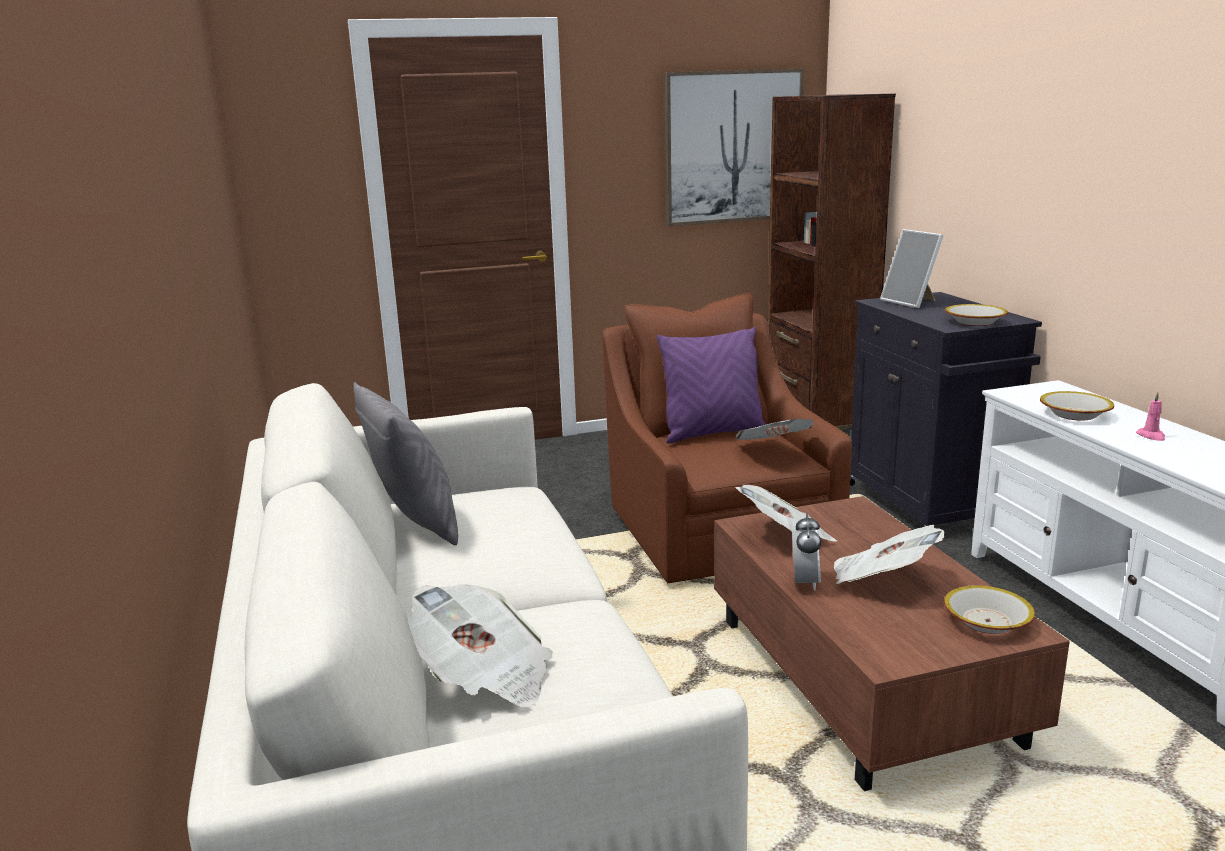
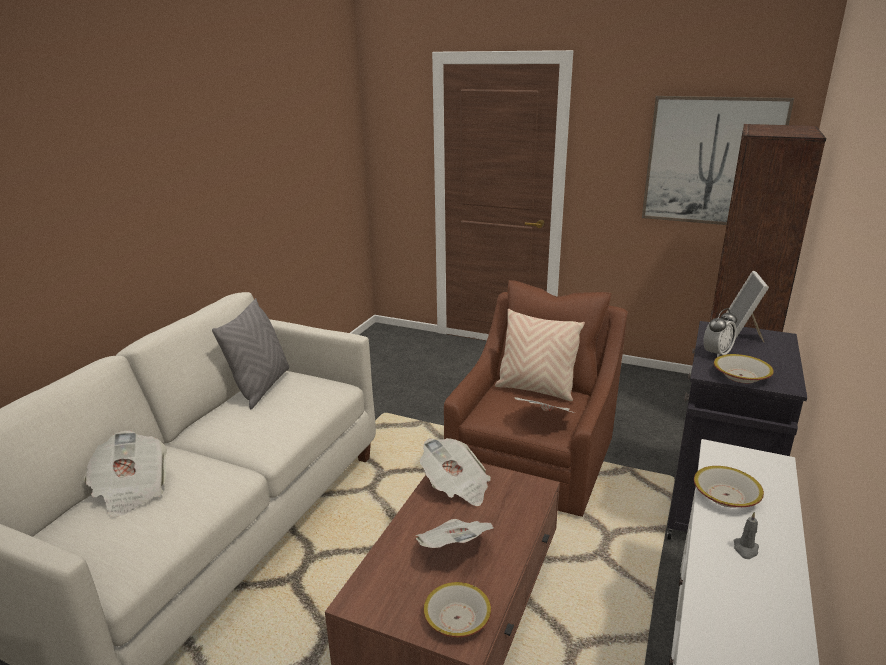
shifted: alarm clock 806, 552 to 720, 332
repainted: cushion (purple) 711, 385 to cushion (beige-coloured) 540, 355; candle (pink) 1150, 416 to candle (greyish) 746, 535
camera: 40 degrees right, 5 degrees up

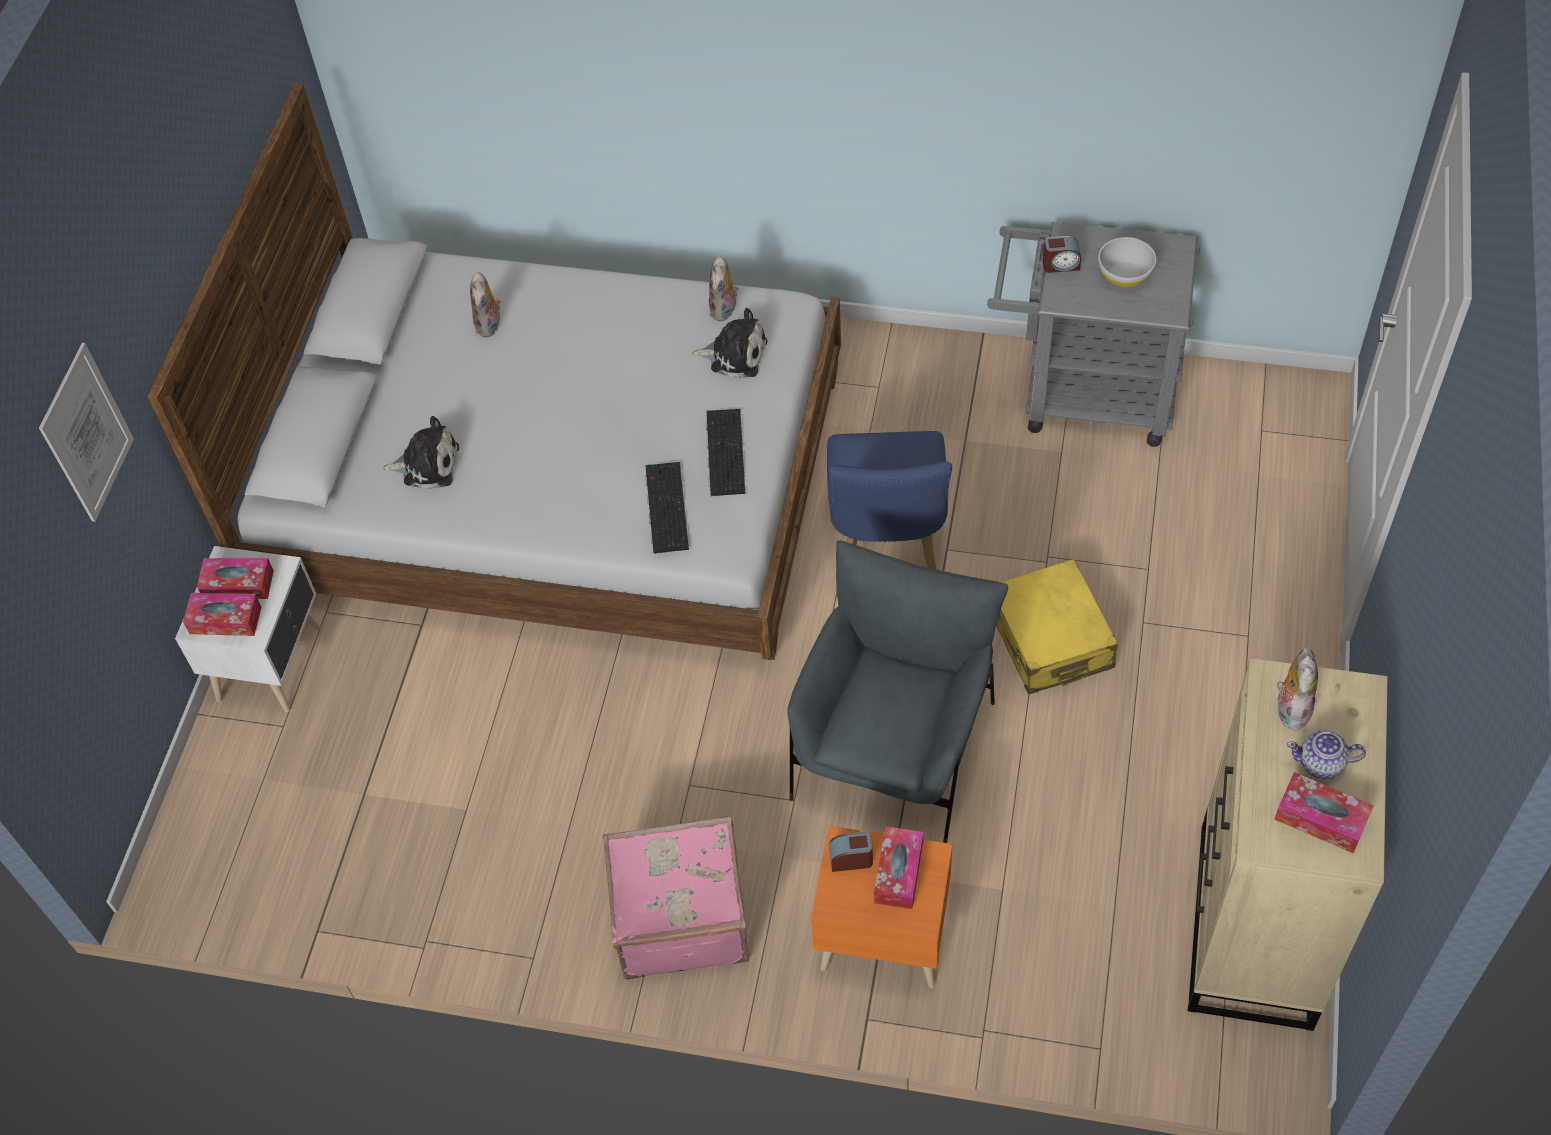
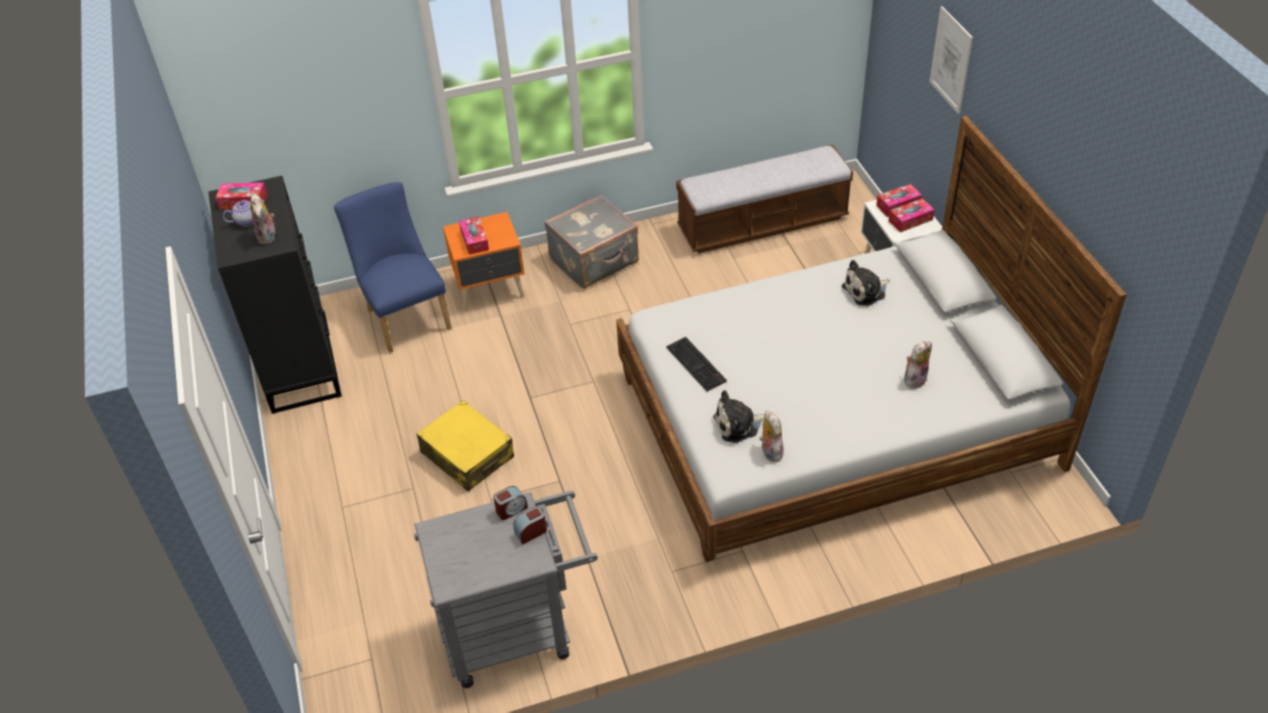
gone: computer keyboard 667, 508; armchair (greyish) 897, 691; serving bowl (whitish) 1127, 262
new: bench 764, 199
shifted: upright chair (bluish) 889, 500 to 393, 267; alarm clock 851, 852 to 510, 503
repainted: dresser (beige-coloured) 1288, 844 to dresser (black-coloured) 275, 295; travel case (pink) 676, 898 to travel case (greyish) 591, 241
rotated: cuddly toy 485, 304 = 918, 365 75 degrees clockwise
camera: 150 degrees right, 10 degrees down

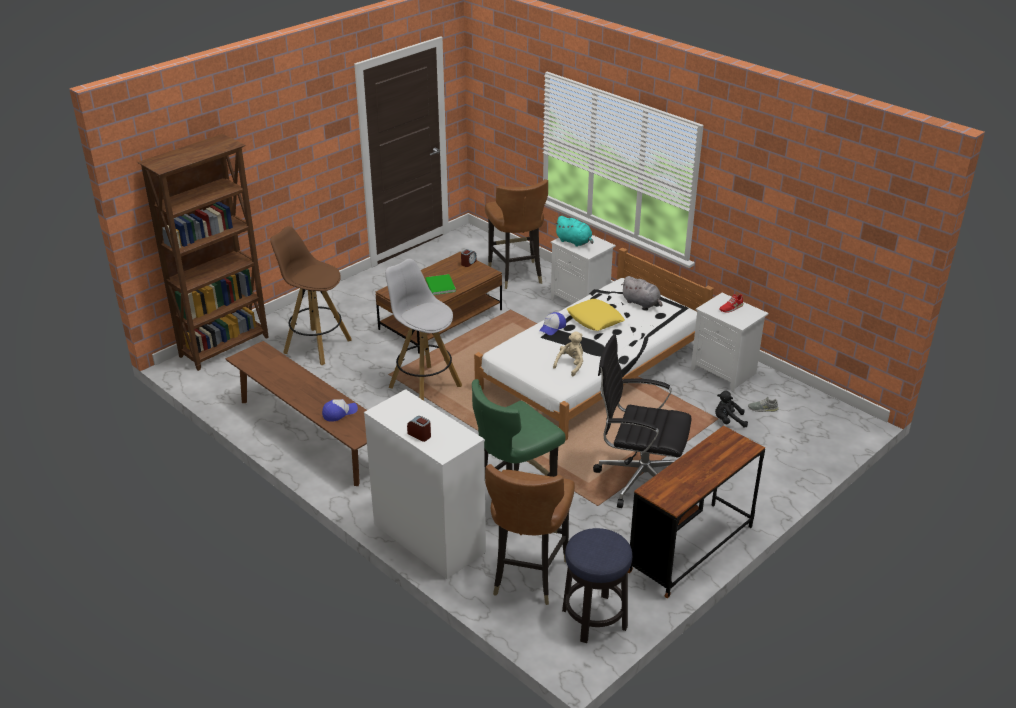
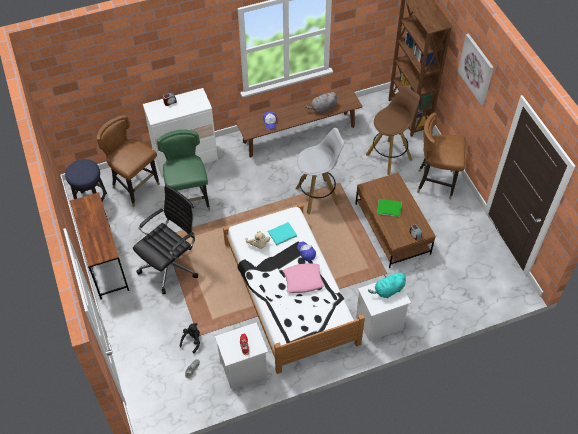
new: book (turquoise) 282, 233; wall picture 476, 69
shifted: cuddly toy (greyish) 642, 292 to 321, 103; upright chair (brown-coloured) 516, 234 to 441, 156
repainted: cushion (yellow-coloured) 596, 315 to cushion (pink) 304, 278
camera: 115 degrees right, 20 degrees up

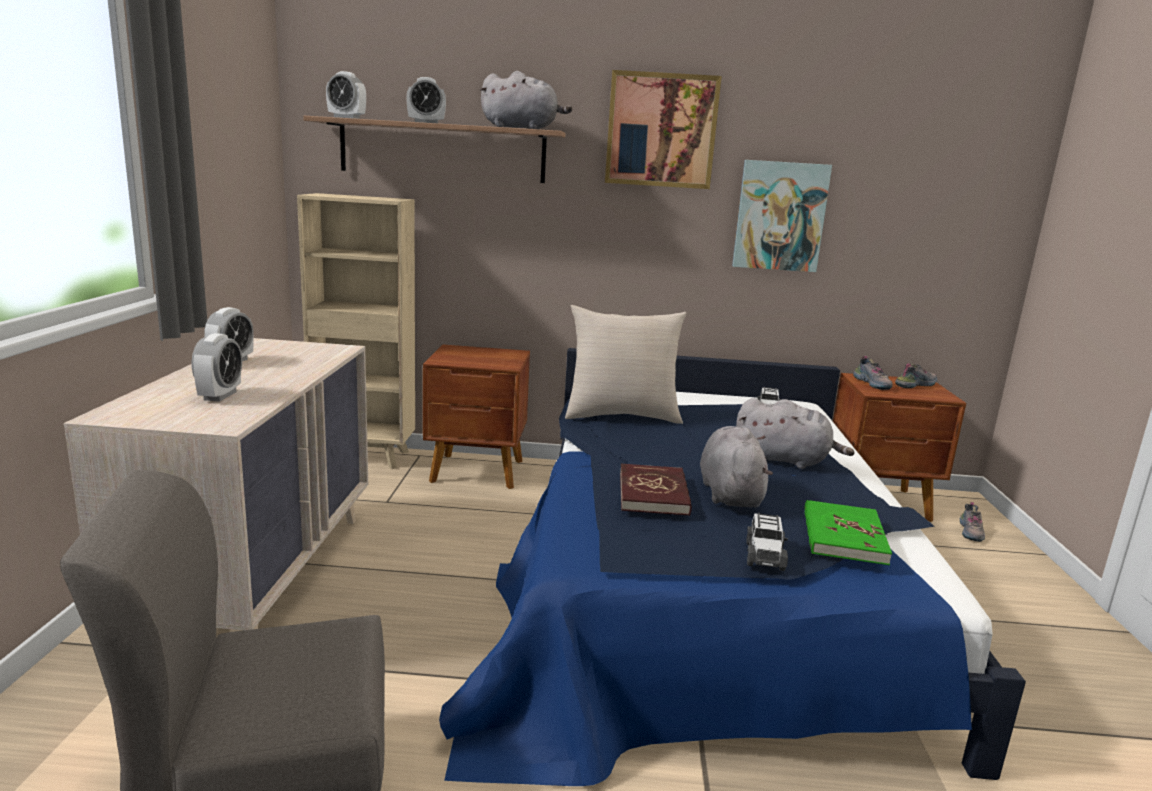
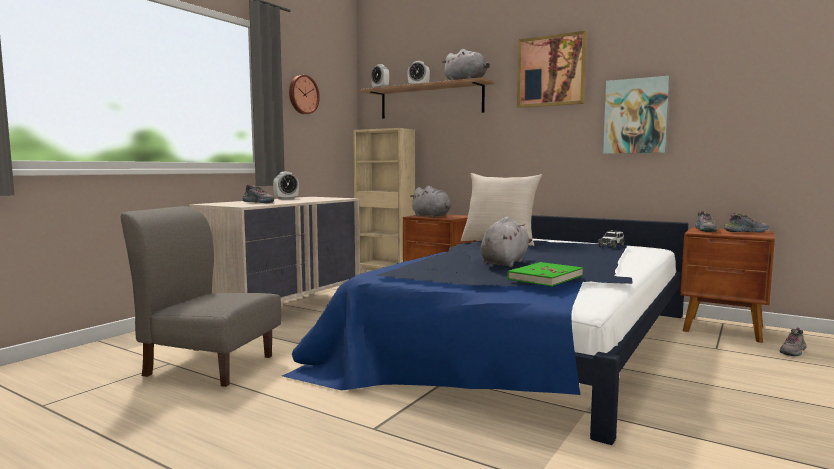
gone: book (red-coloured) 656, 490; toy car 767, 541
new: hanging clock 304, 94
shifted: cuddly toy (greyish) 795, 433 to 430, 201
swapped: alarm clock 217, 367 to shoe 258, 194
camera: 30 degrees right, 10 degrees down

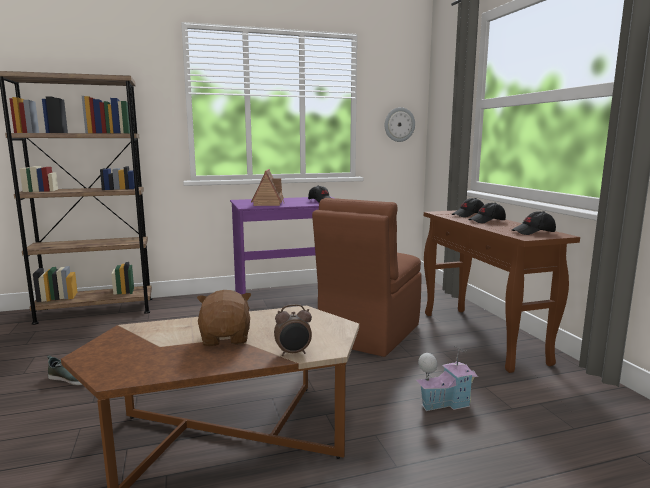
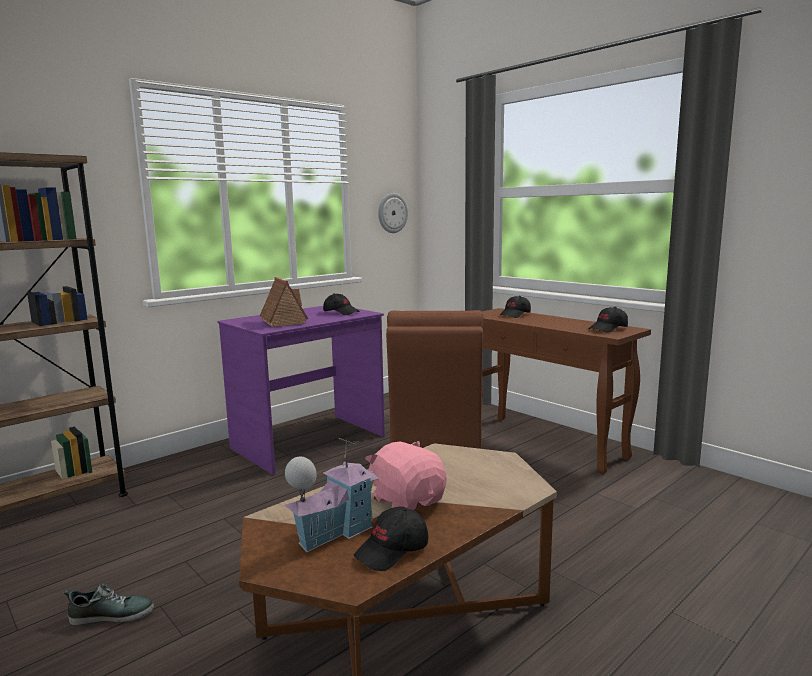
gone: alarm clock 293, 330
shifted: miniature house 447, 378 to 331, 495; cap (black-coloured) 487, 213 to 391, 538
repainted: cuddly toy (brown-coloured) 224, 318 to cuddly toy (pink) 406, 475
camera: 25 degrees left, 0 degrees up

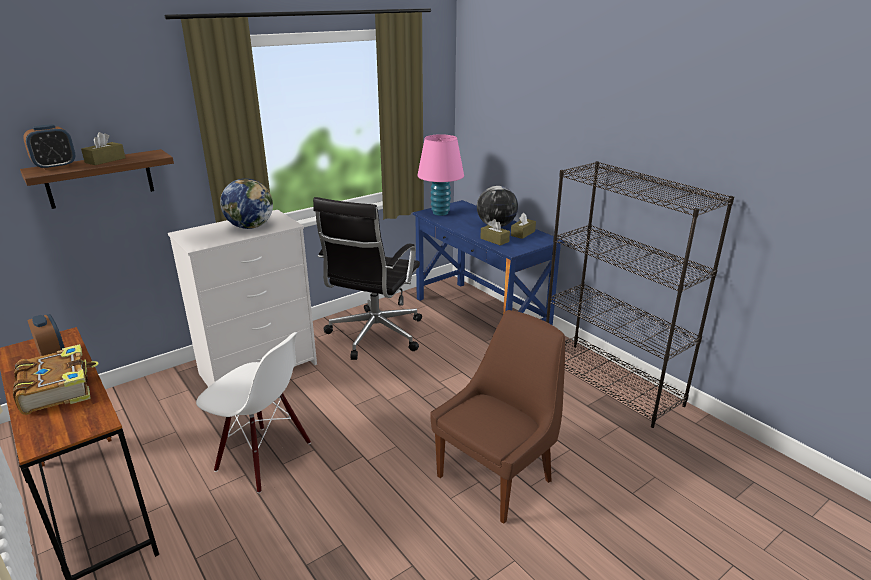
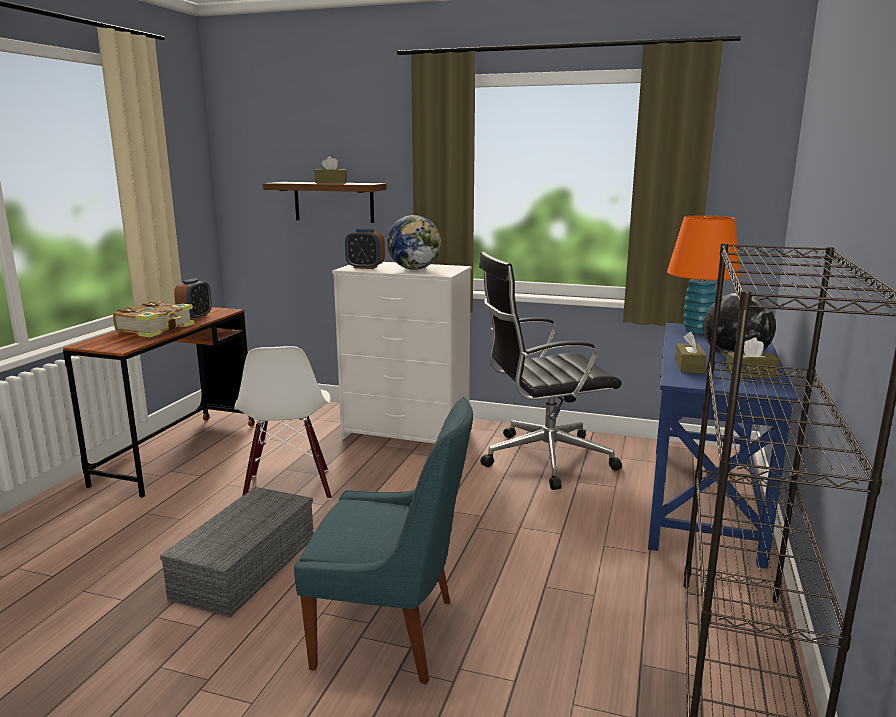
new: storage bin (greyish) 236, 552
shifted: alarm clock 49, 147 to 365, 249
repainted: upright chair (brown-coloured) 497, 417 to upright chair (bluish) 383, 541; lamp for a table (pink) 440, 175 to lamp for a table (orangey) 704, 274
camera: 55 degrees right, 10 degrees down

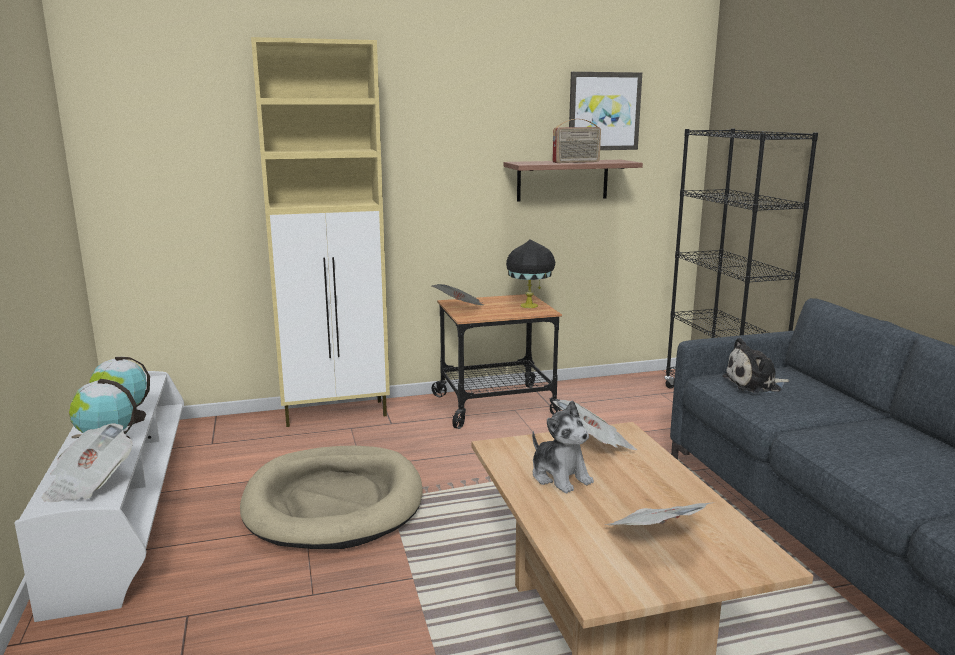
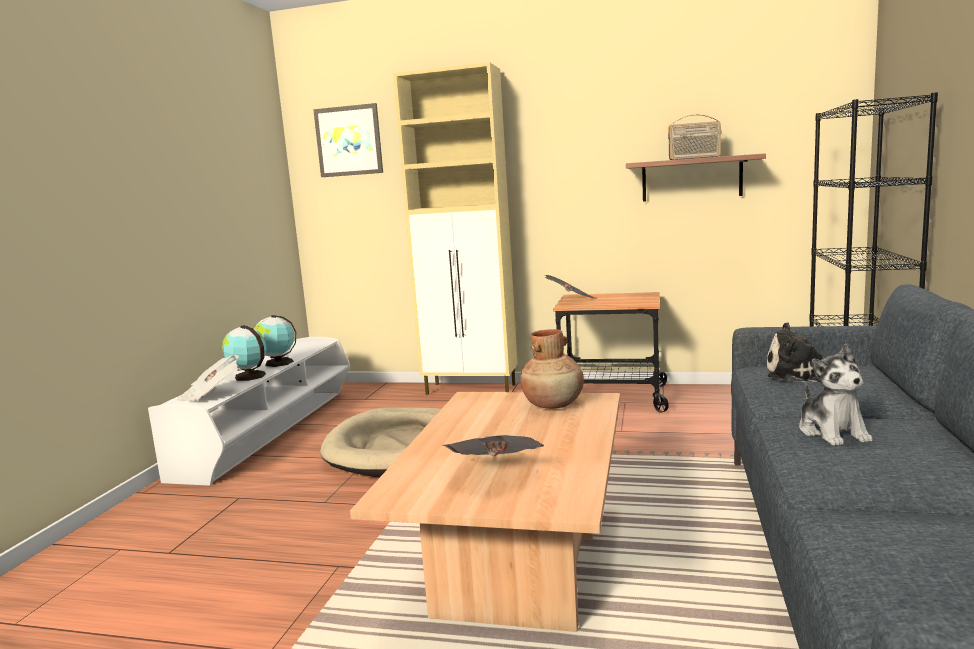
gone: lamp for a table (black-coloured) 530, 273
shifted: wall picture 605, 111 to 348, 140; cuddly toy 563, 446 to 836, 395
swapped: newspaper 595, 425 to decorative vase (brown-coloured) 552, 369
camera: 30 degrees right, 5 degrees down

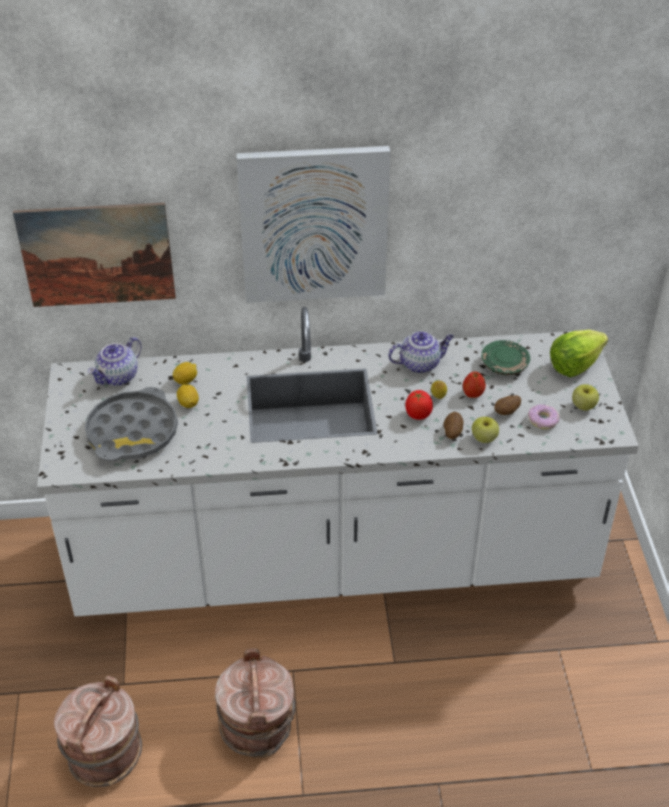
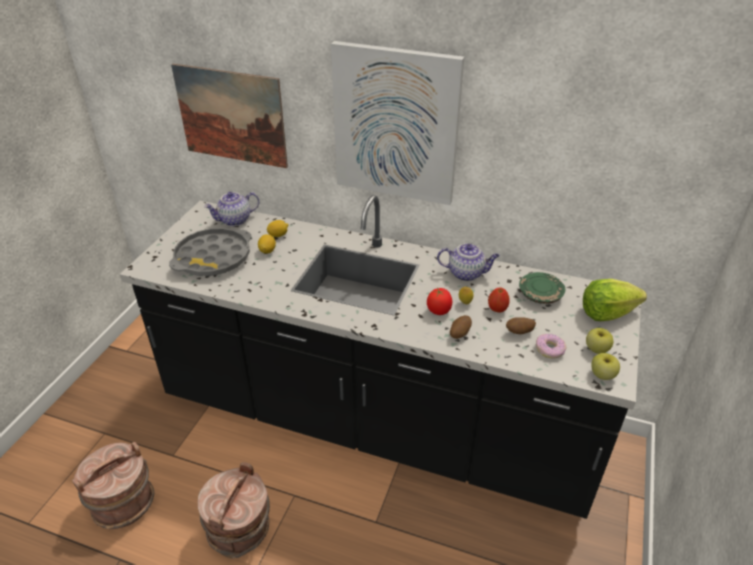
shifted: whole apple 485, 430 to 606, 366
repainted: kitchen base unit (whitish) 338, 462 to kitchen base unit (black-coloured) 380, 357
camera: 25 degrees right, 5 degrees down

